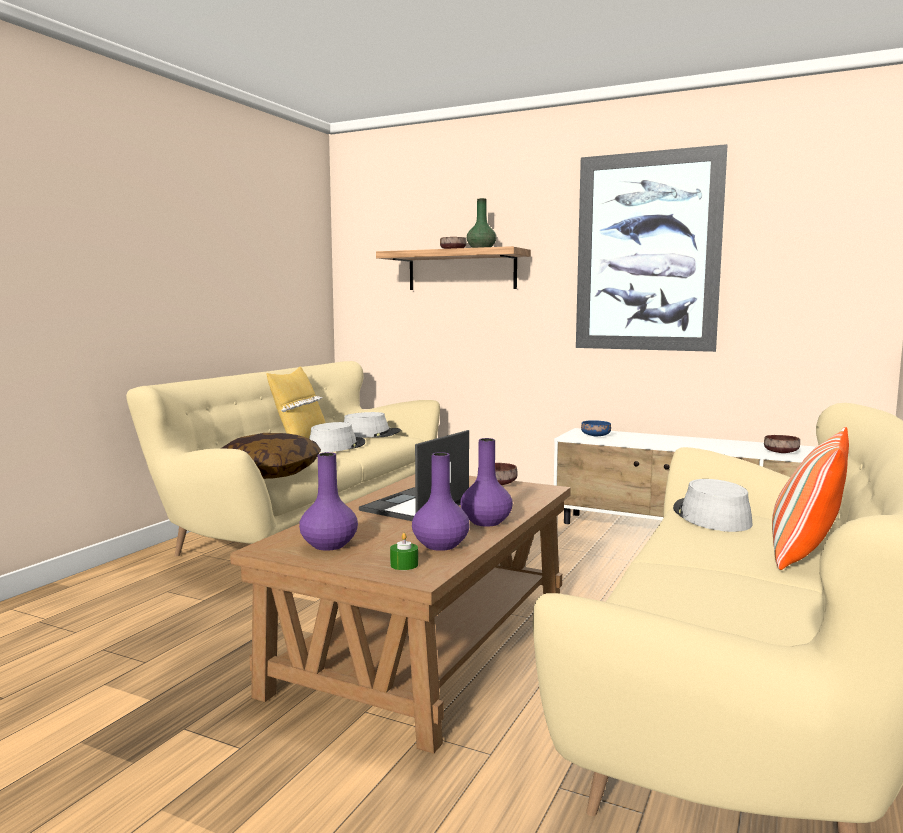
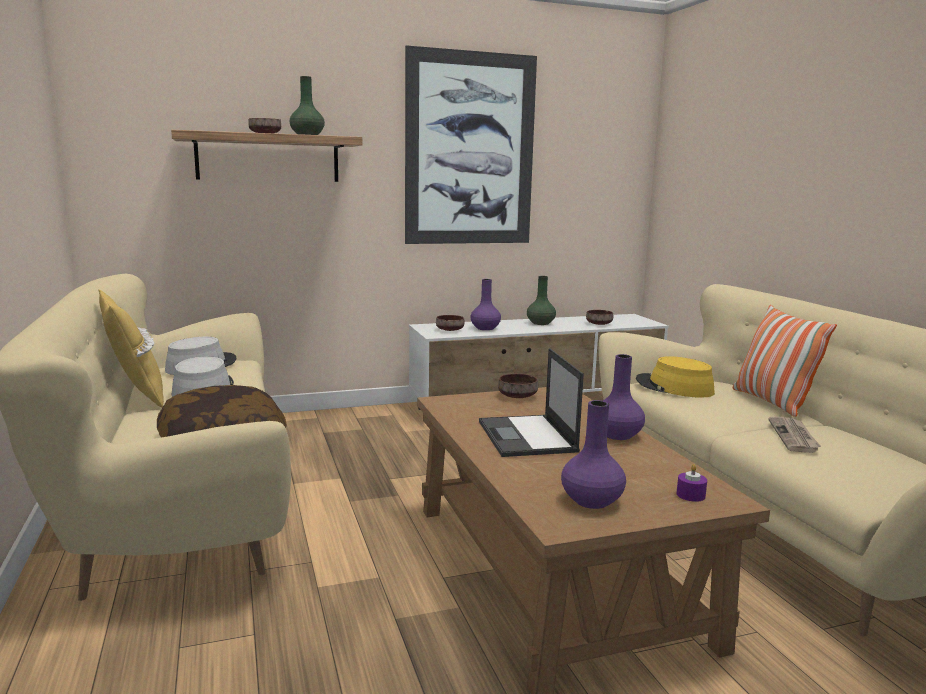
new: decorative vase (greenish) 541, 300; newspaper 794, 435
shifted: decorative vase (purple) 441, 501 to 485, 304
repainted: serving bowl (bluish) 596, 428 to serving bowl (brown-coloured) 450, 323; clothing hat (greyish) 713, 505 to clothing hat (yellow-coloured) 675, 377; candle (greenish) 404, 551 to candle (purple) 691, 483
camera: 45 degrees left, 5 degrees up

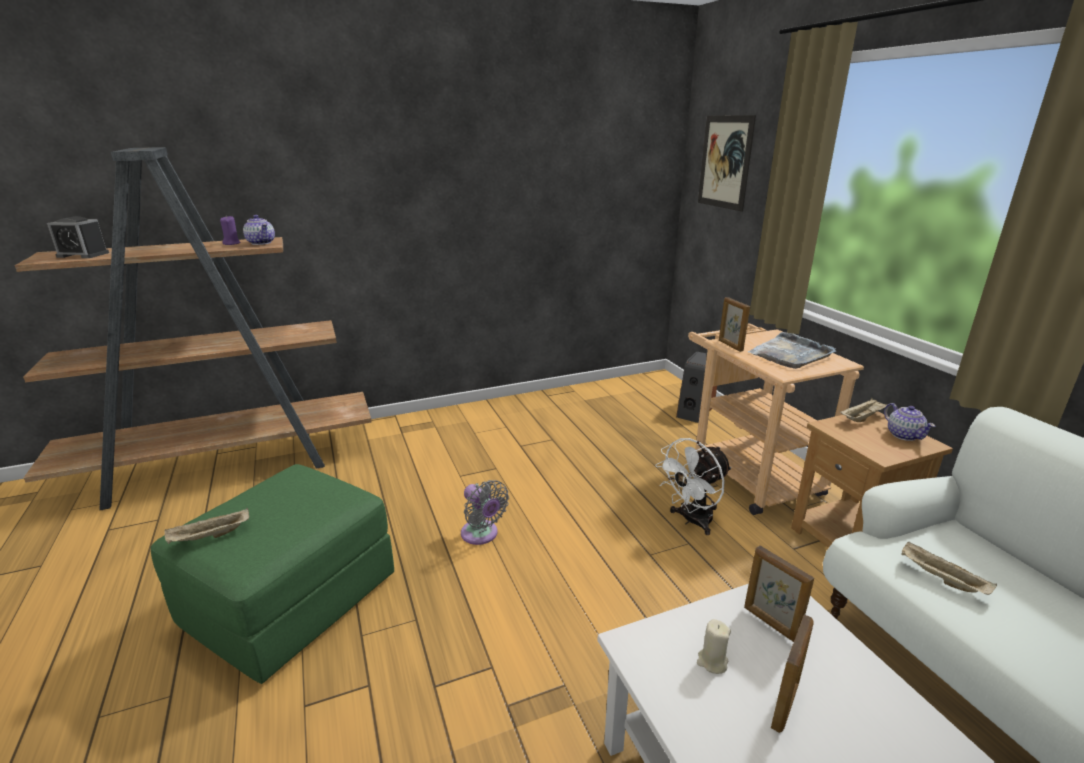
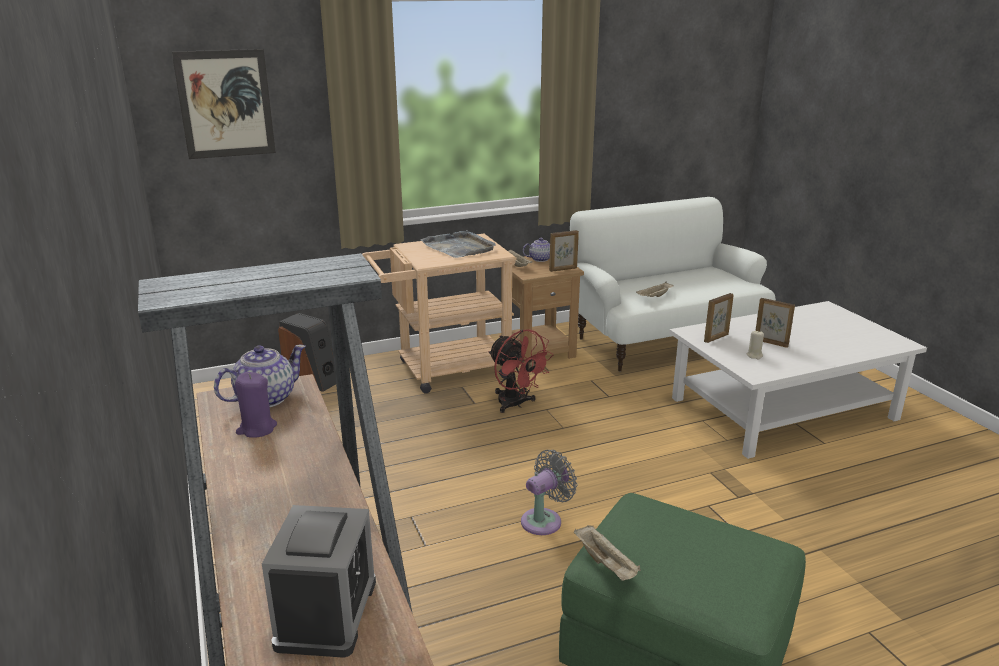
shifted: picture frame 734, 324 to 564, 251; carrying tray (beige-coloured) 206, 526 to 607, 553
repainted: electric fan (whitish) 693, 486 to electric fan (red-coloured) 521, 371
camera: 90 degrees left, 0 degrees up

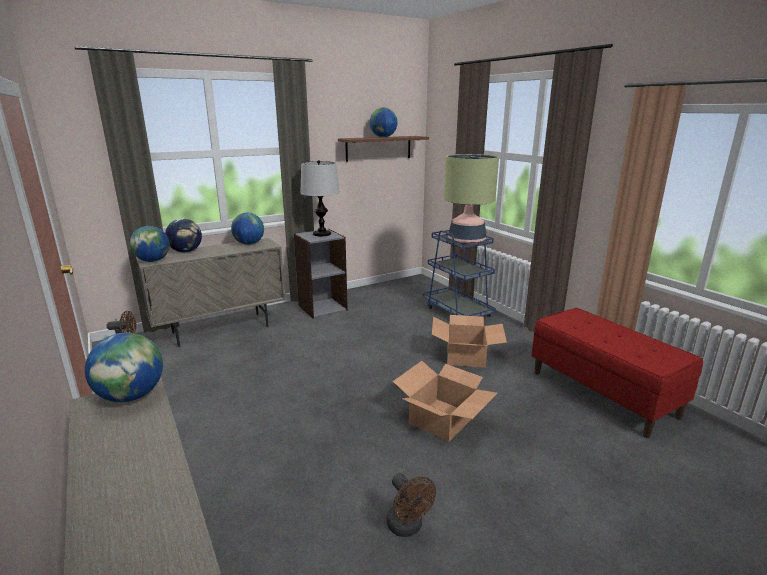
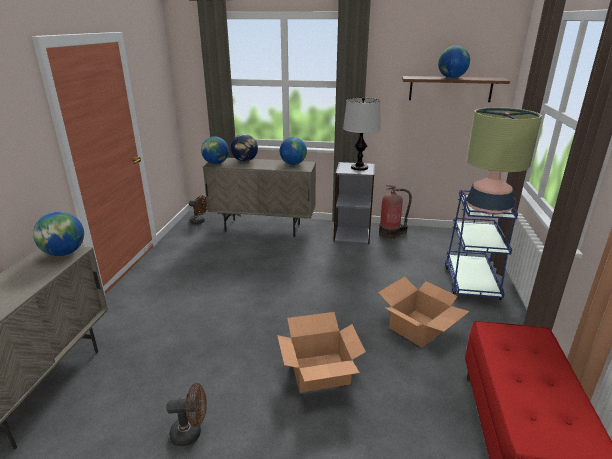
new: fire extinguisher 395, 212
rotated: electric fan (brown-coloured) 411, 505 = 186, 414 105 degrees counterclockwise
camera: 40 degrees right, 5 degrees up

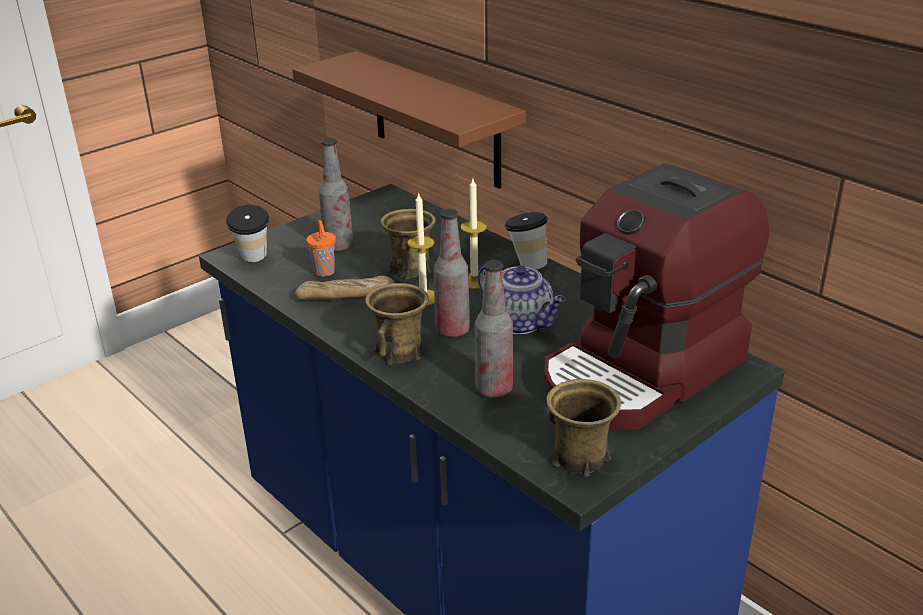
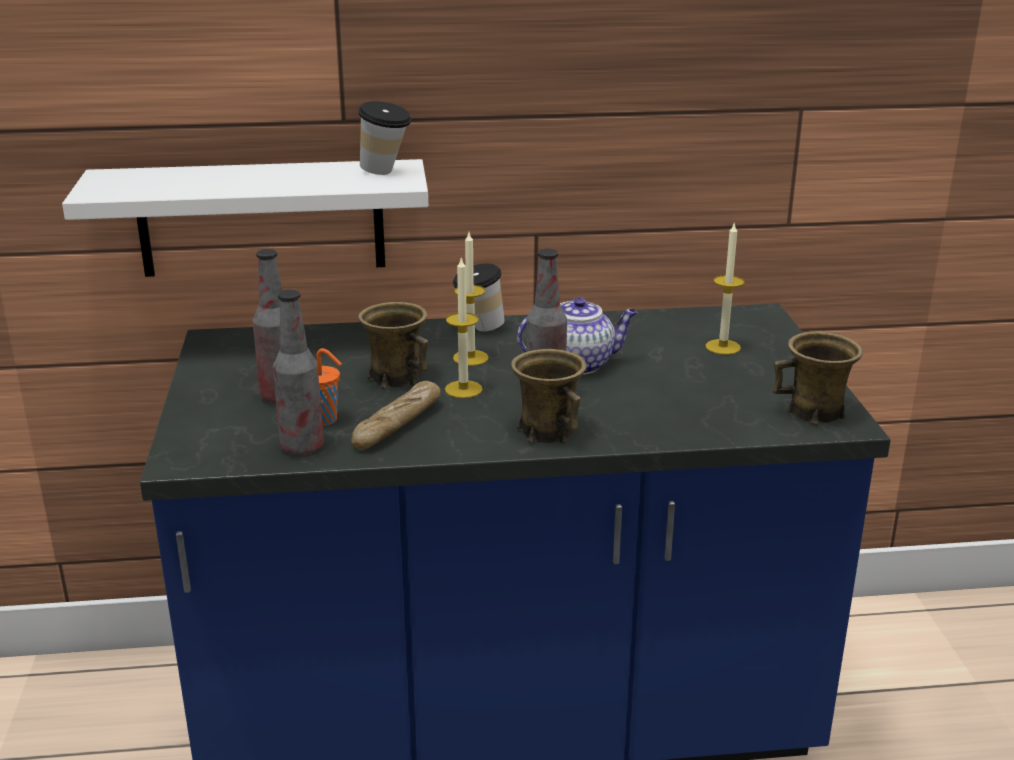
shifted: drink bottle 494, 329 to 298, 372; drinking cup 247, 233 to 385, 138
swapped: coffee brewer 656, 296 to candle 725, 289
repainted: bracket shelf (brown-coloured) 409, 120 to bracket shelf (whitish) 245, 218
camera: 55 degrees left, 5 degrees down

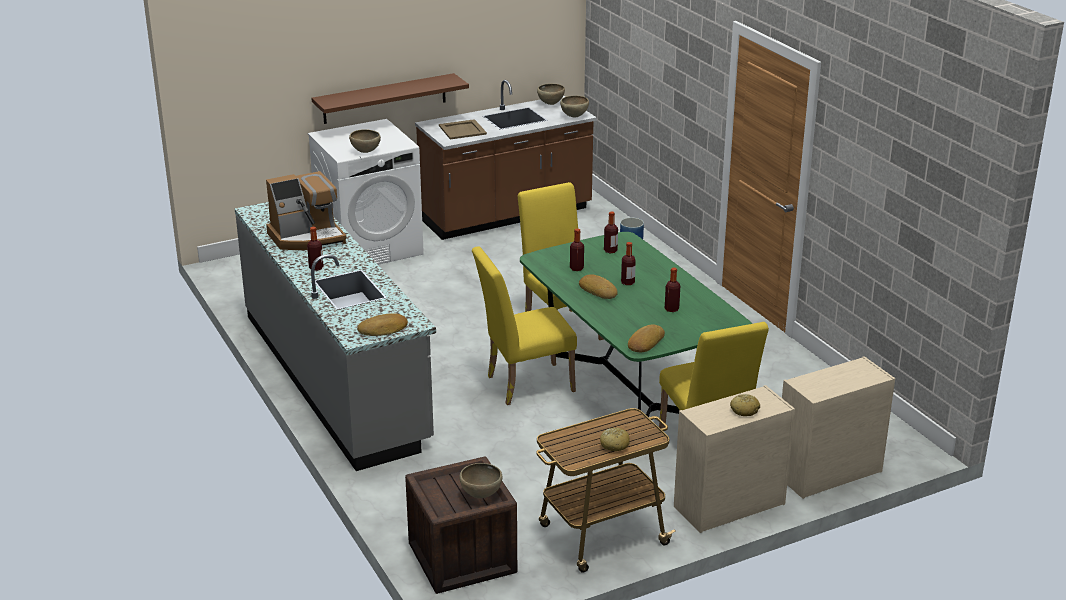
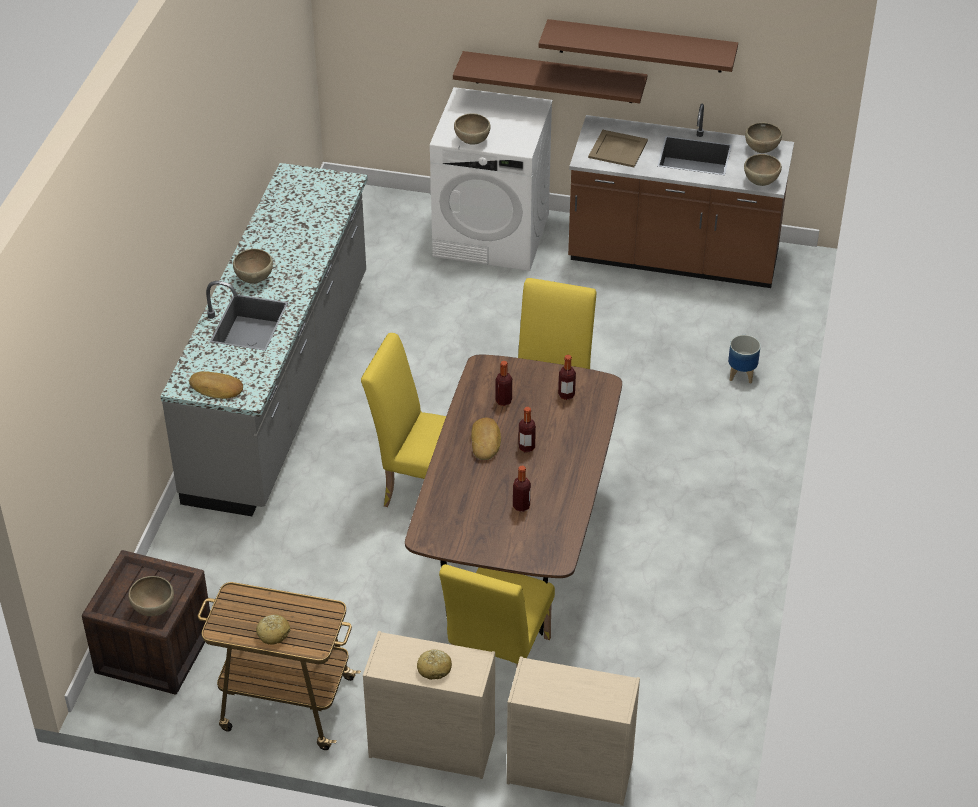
gone: coffee brewer 306, 210; bakery bread 646, 338
new: bracket shelf (brown-coloured) 638, 46
swapped: drink bottle 315, 249 to serving bowl (brown-coloured) 253, 266
repainted: kitchen table (greenish) 636, 324 to kitchen table (brown-coloured) 513, 494
camera: 40 degrees right, 15 degrees up

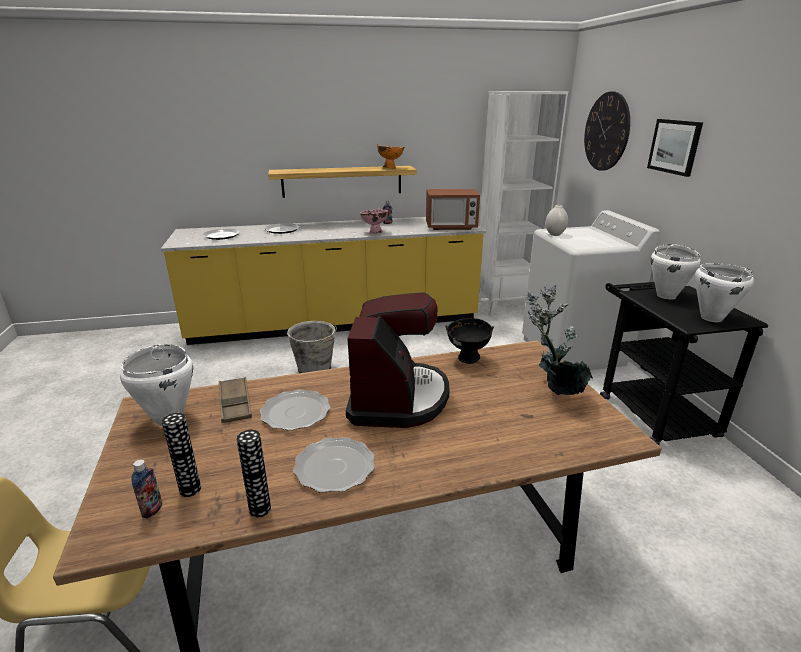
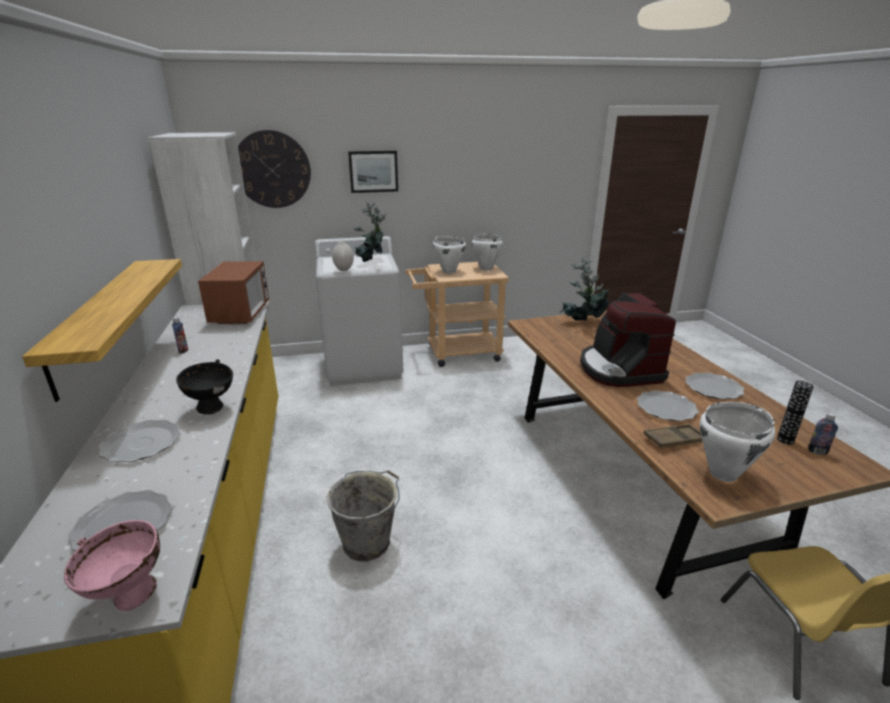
gone: decorative vase 253, 474; serving bowl (orangey) 391, 156
new: houseplant 370, 231
shifted: serving bowl (pink) 374, 221 to 112, 565; serving bowl (black-coloured) 469, 341 to 204, 387
repainted: wheeled cart (black-coloured) 684, 363 to wheeled cart (beige-coloured) 457, 314
rotated: coffee brewer 397, 360 = 628, 340 105 degrees counterclockwise
camera: 90 degrees left, 0 degrees up

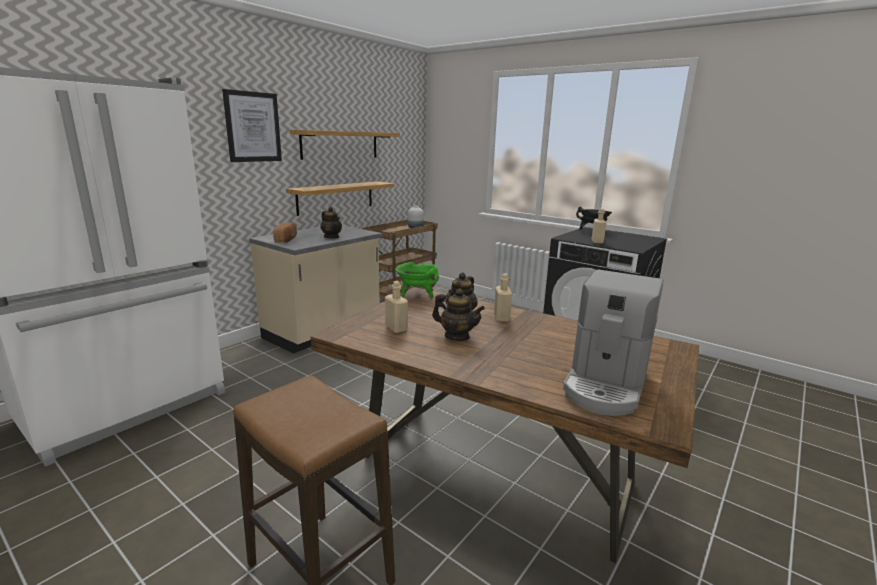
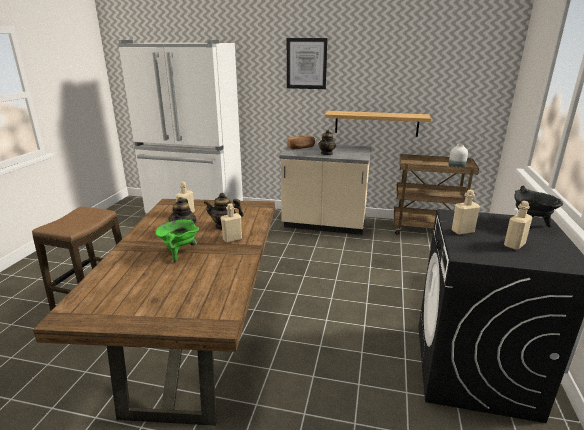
gone: bracket shelf 345, 145; coffee brewer 613, 342
new: drink bottle (beige-coloured) 518, 225
shifted: cooking pot (greenish) 417, 280 to 177, 241
camera: 65 degrees right, 5 degrees up

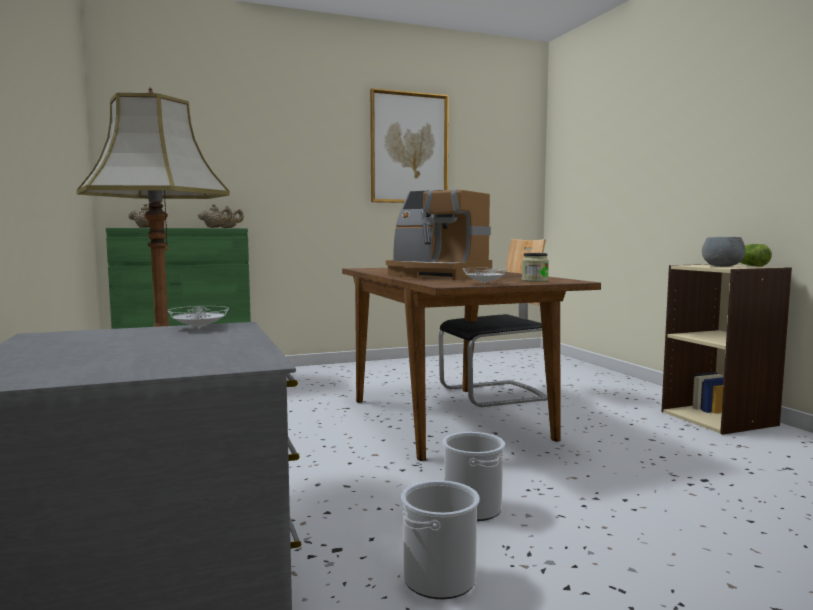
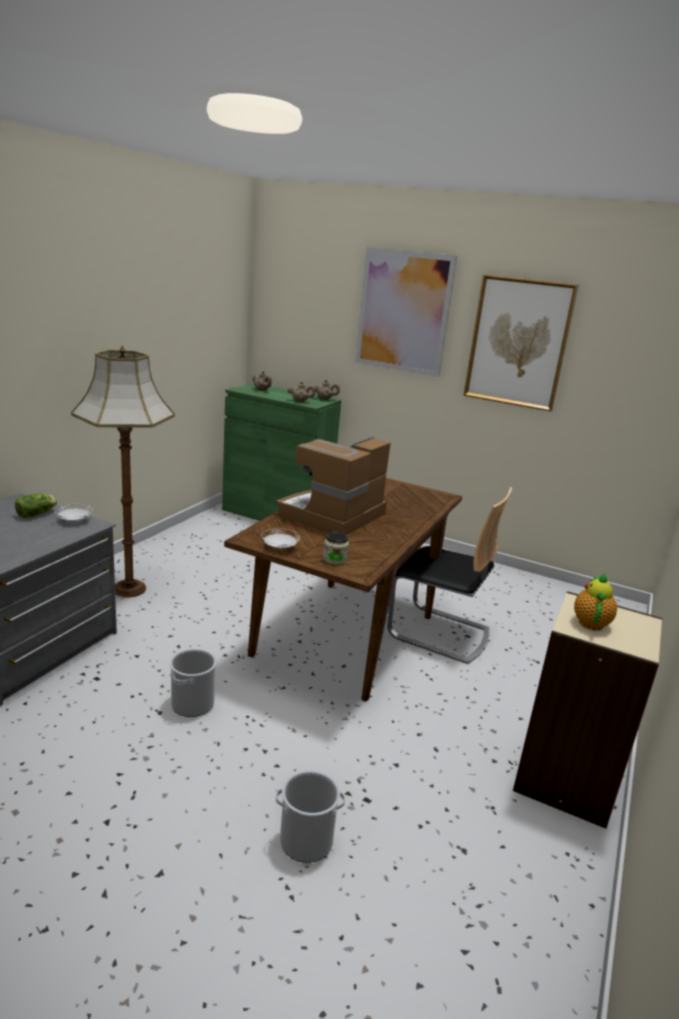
new: wall picture 406, 312
shifted: head of lettuce 756, 255 to 36, 505; water bucket 440, 539 to 310, 816
swapped: serving bowl (greyish) 723, 252 to pot for tea 595, 602
rotated: coffee brewer 439, 234 = 333, 486 45 degrees clockwise
camera: 45 degrees right, 15 degrees up

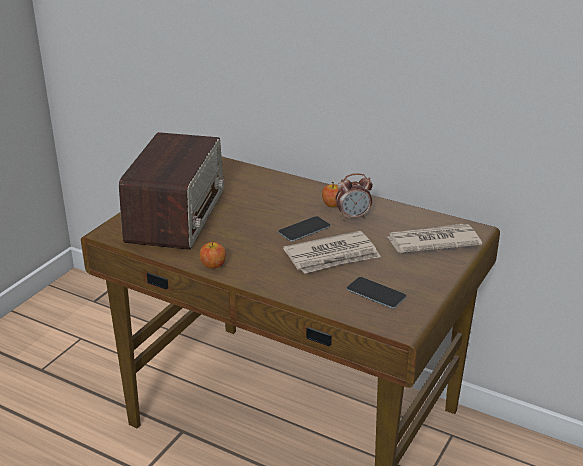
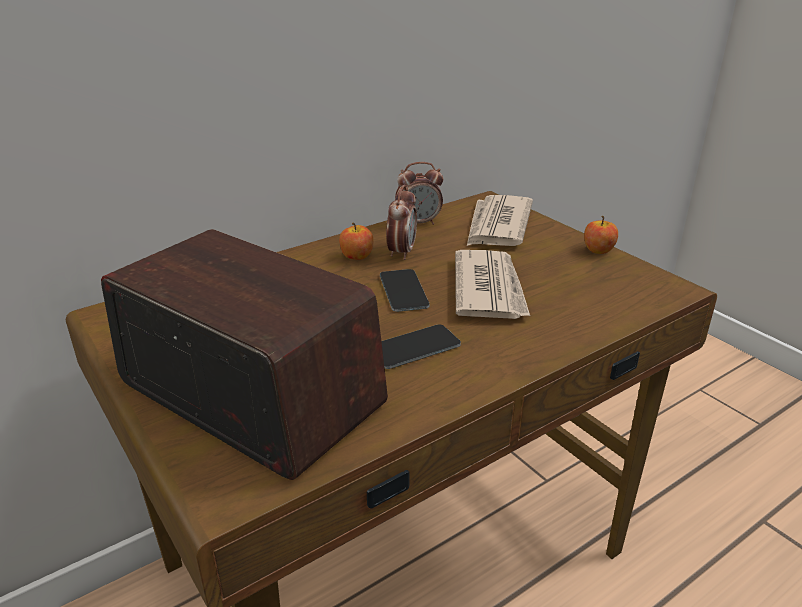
new: alarm clock 419, 193
shifted: phone 376, 293 to 421, 346; whole apple 212, 254 to 601, 235
camera: 65 degrees left, 0 degrees up

